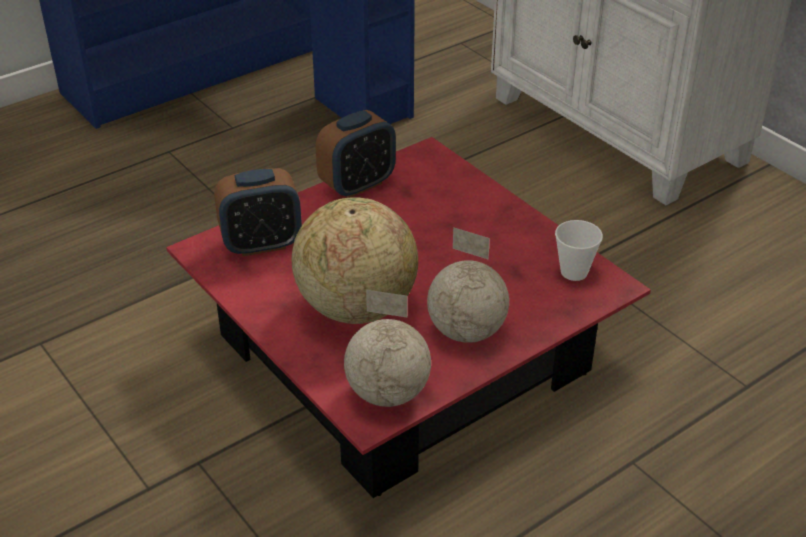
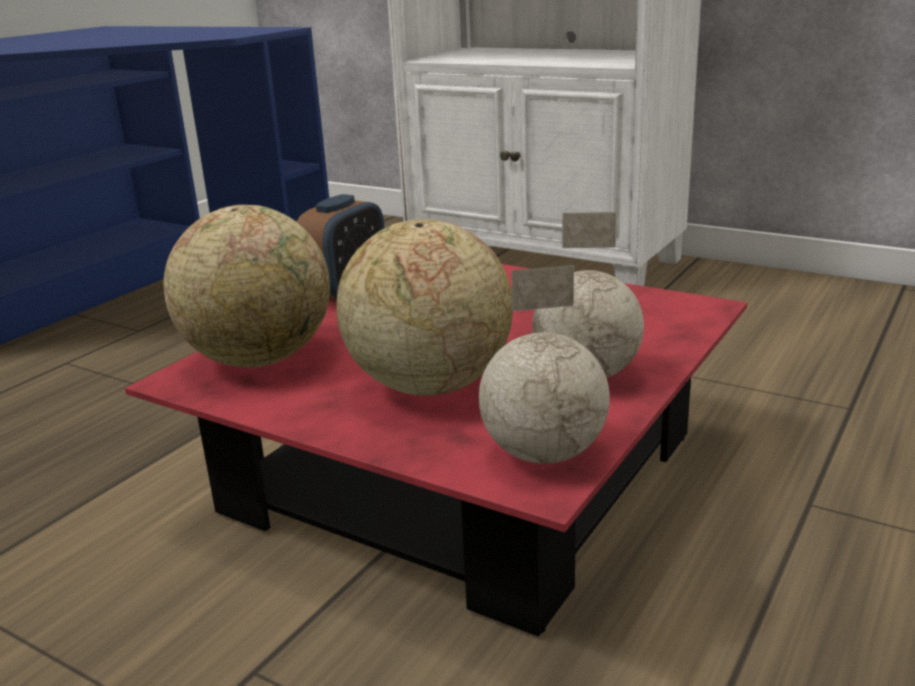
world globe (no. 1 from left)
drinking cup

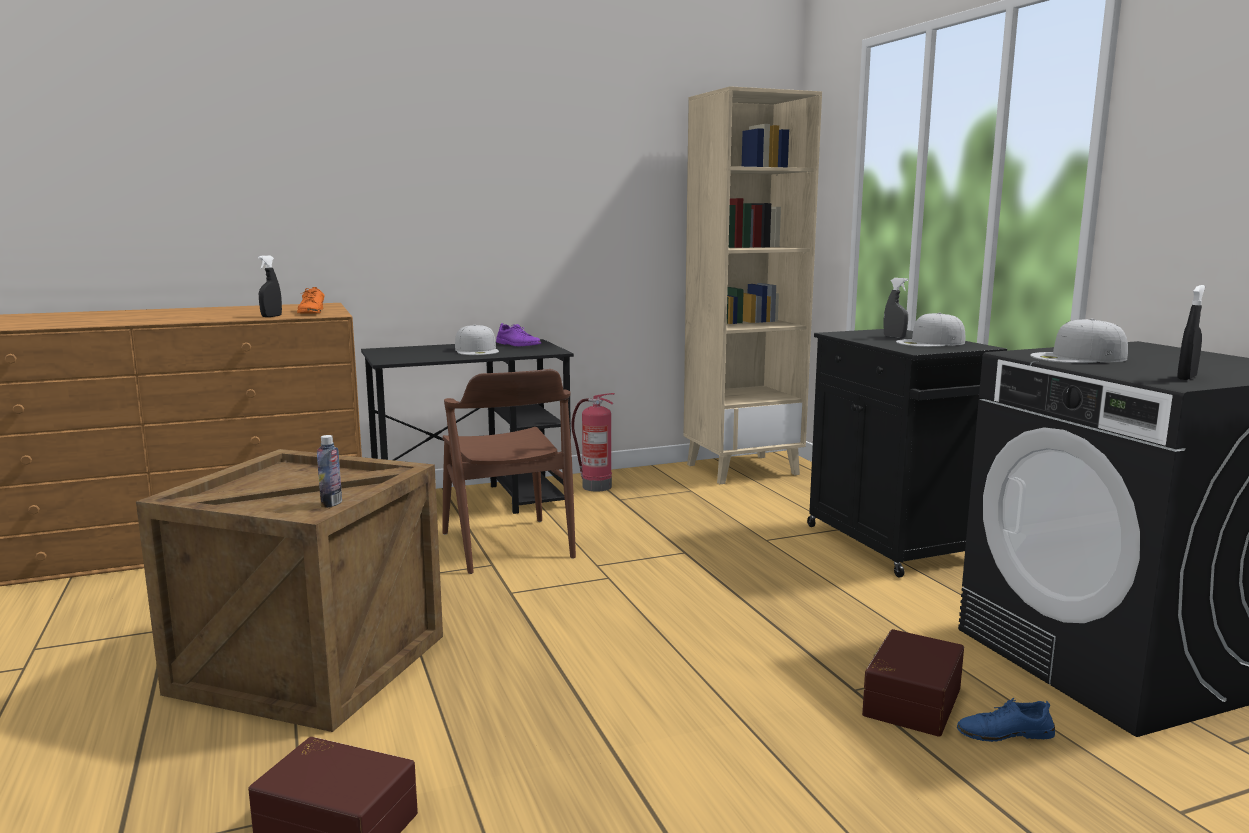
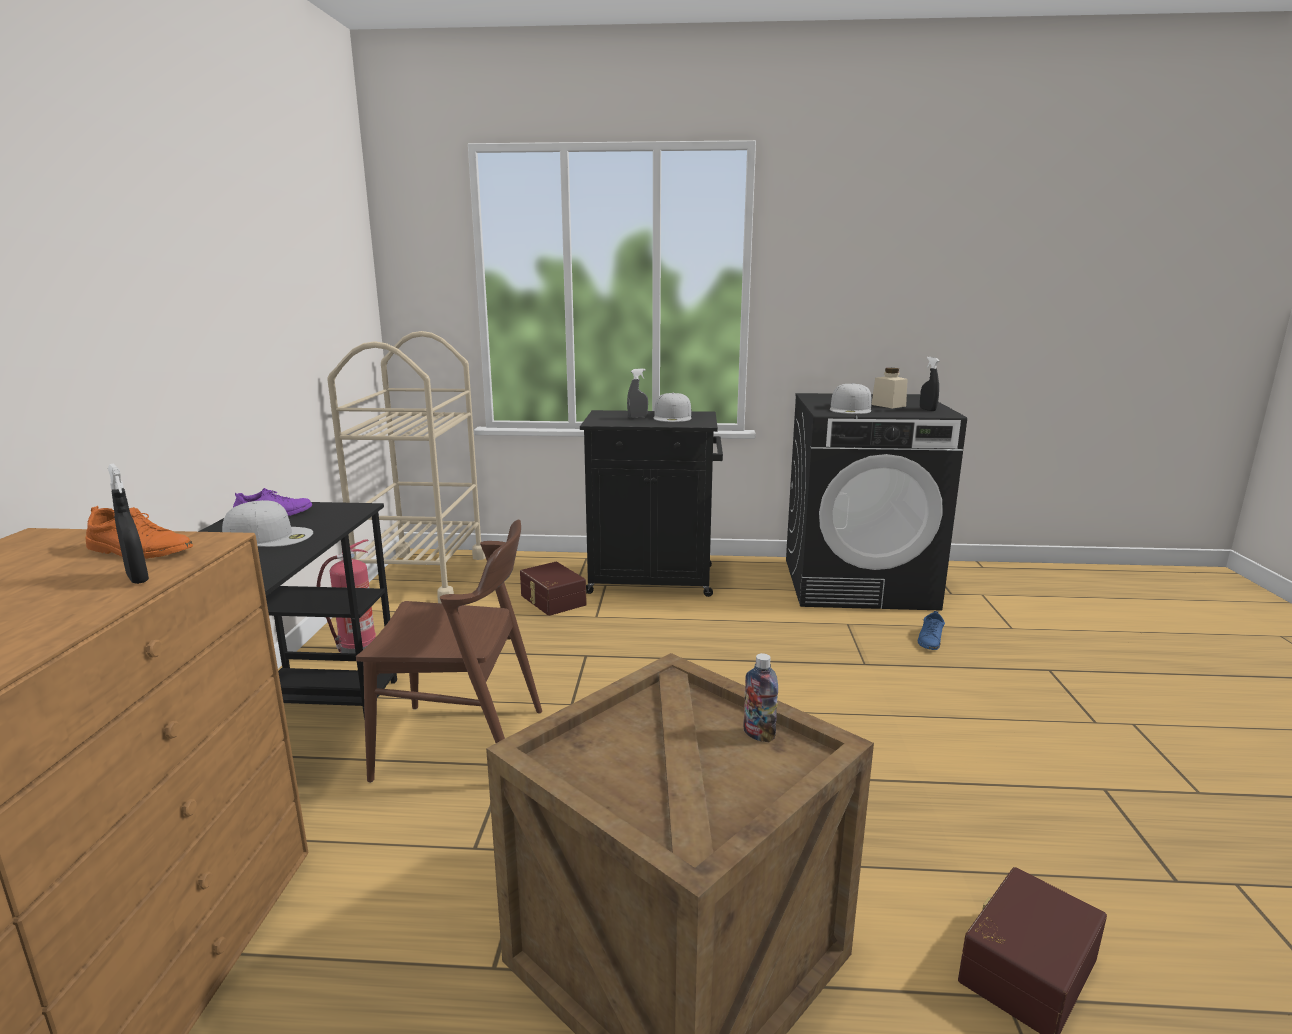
beige trolley
brown storage container (no. 1 from left)
beige jar

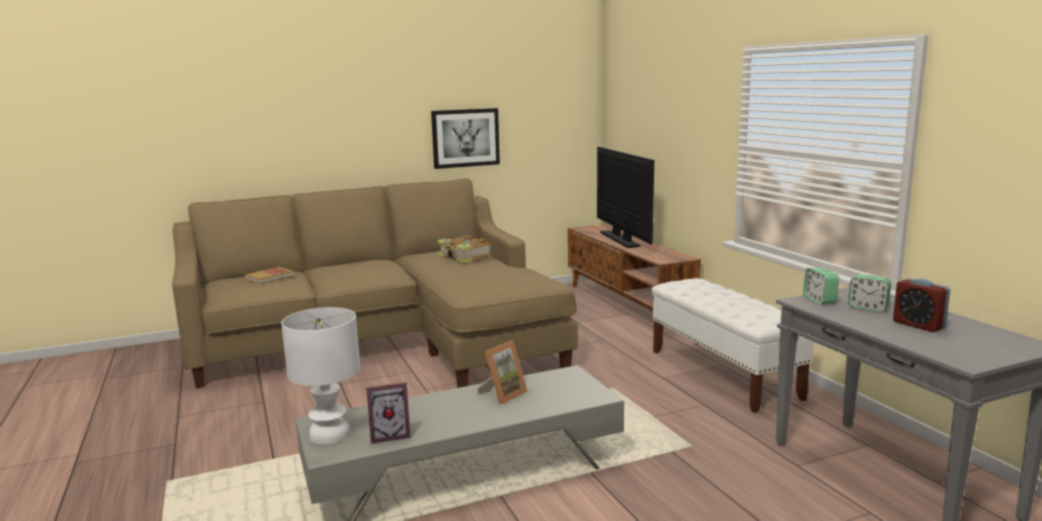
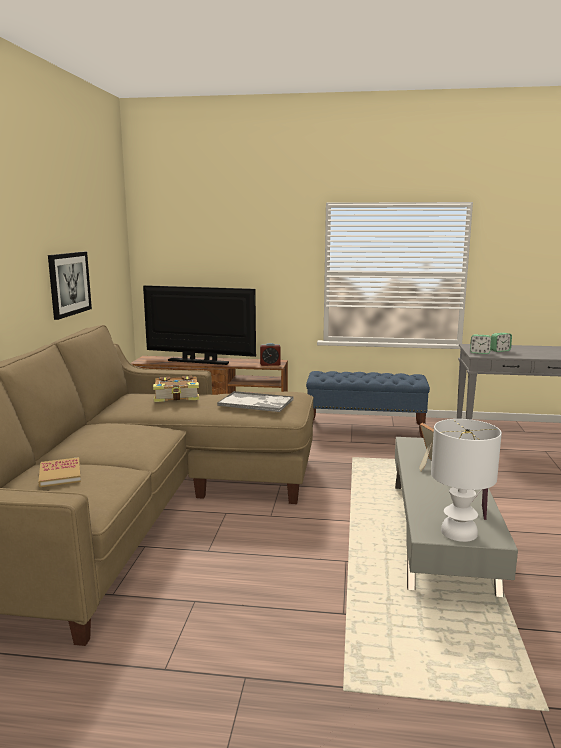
blue-coloured indoor bench
table clock (no. 1 from left)
serving tray

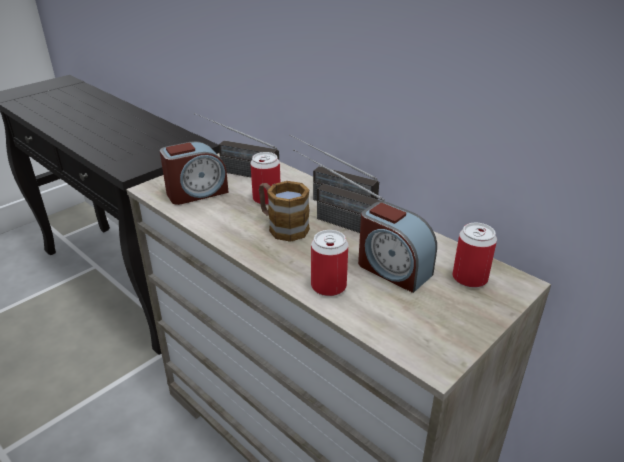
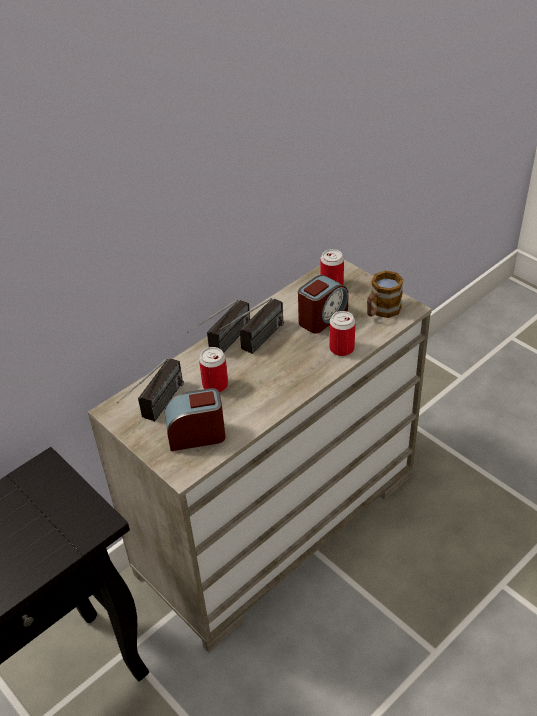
table clock (no. 1 from left)
mug

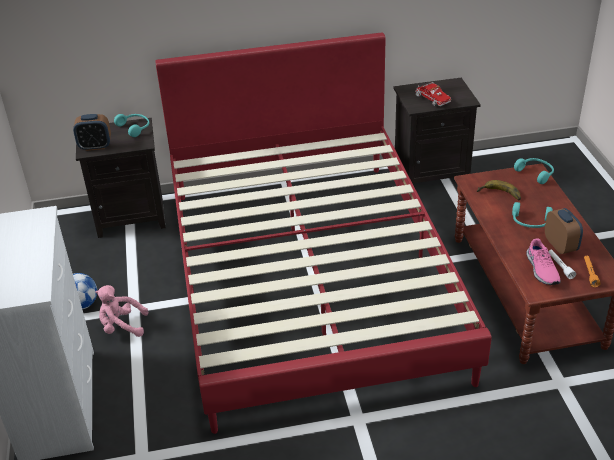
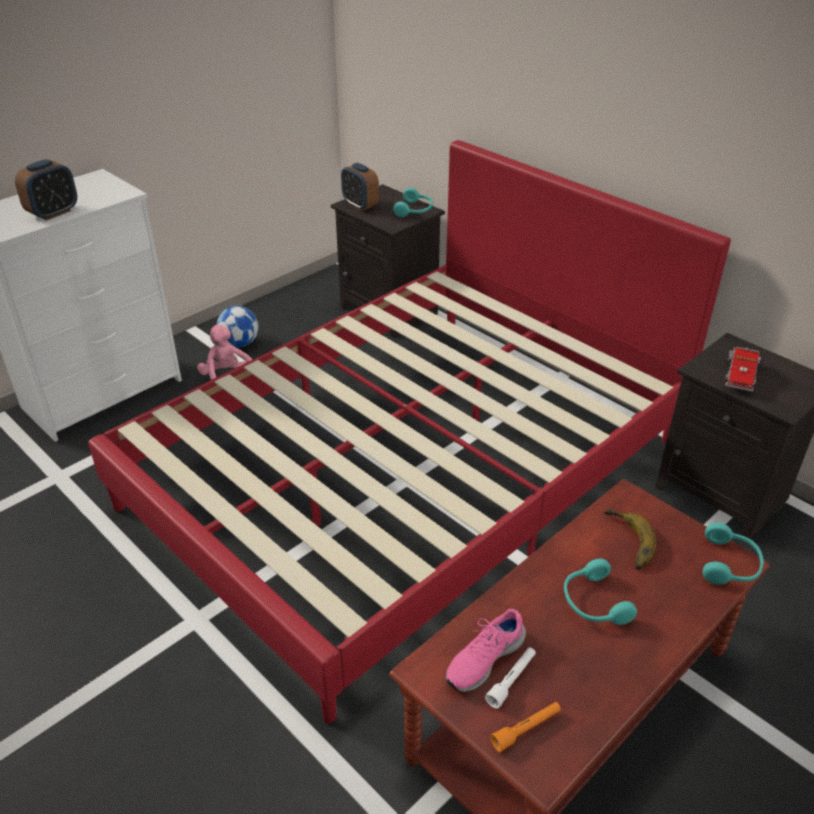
table clock (no. 1 from left)

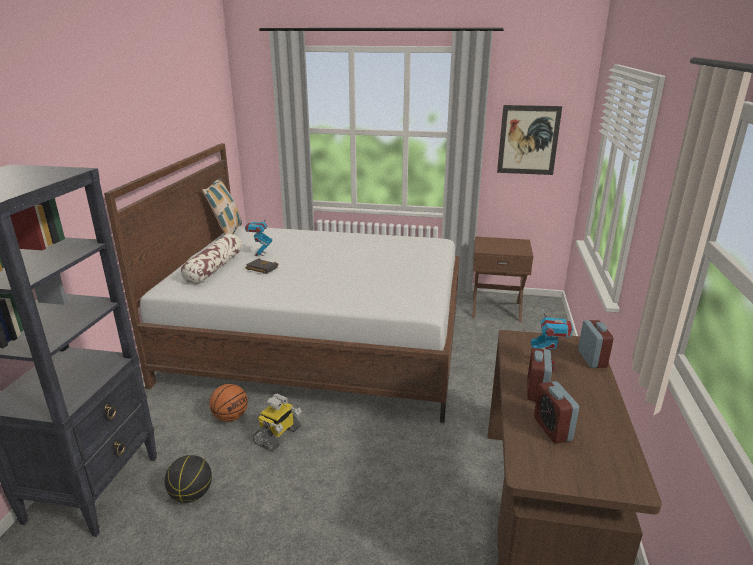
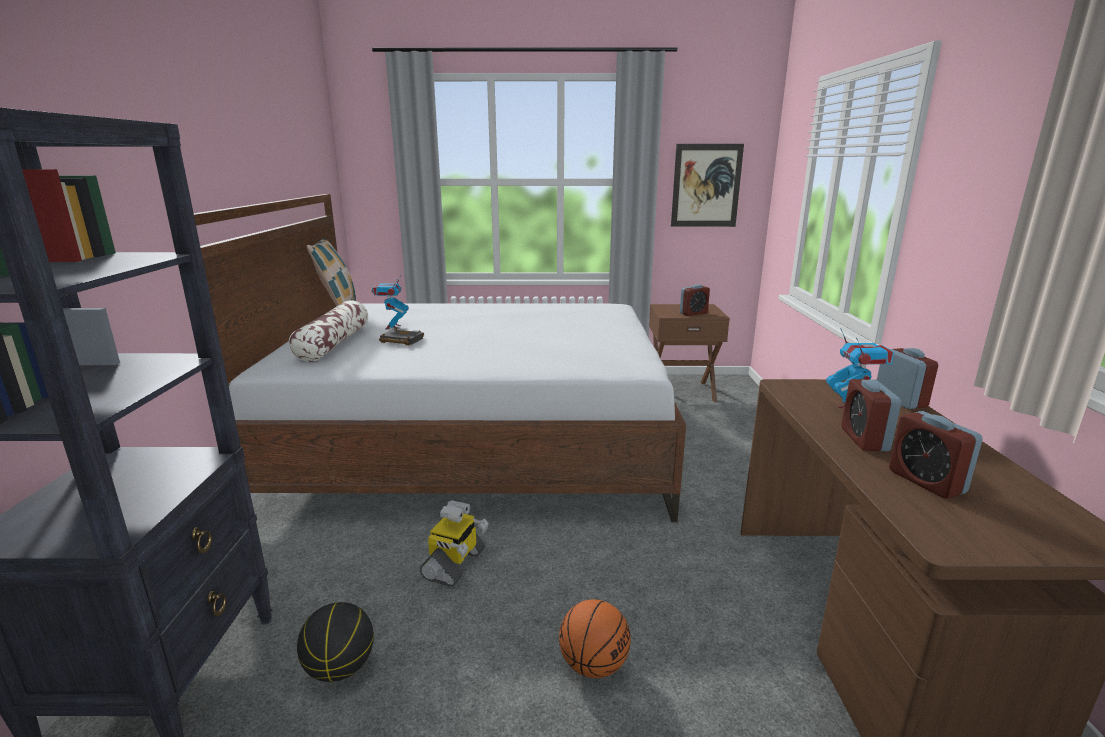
ball for basketball (no. 2 from left)
table clock (no. 1 from left)

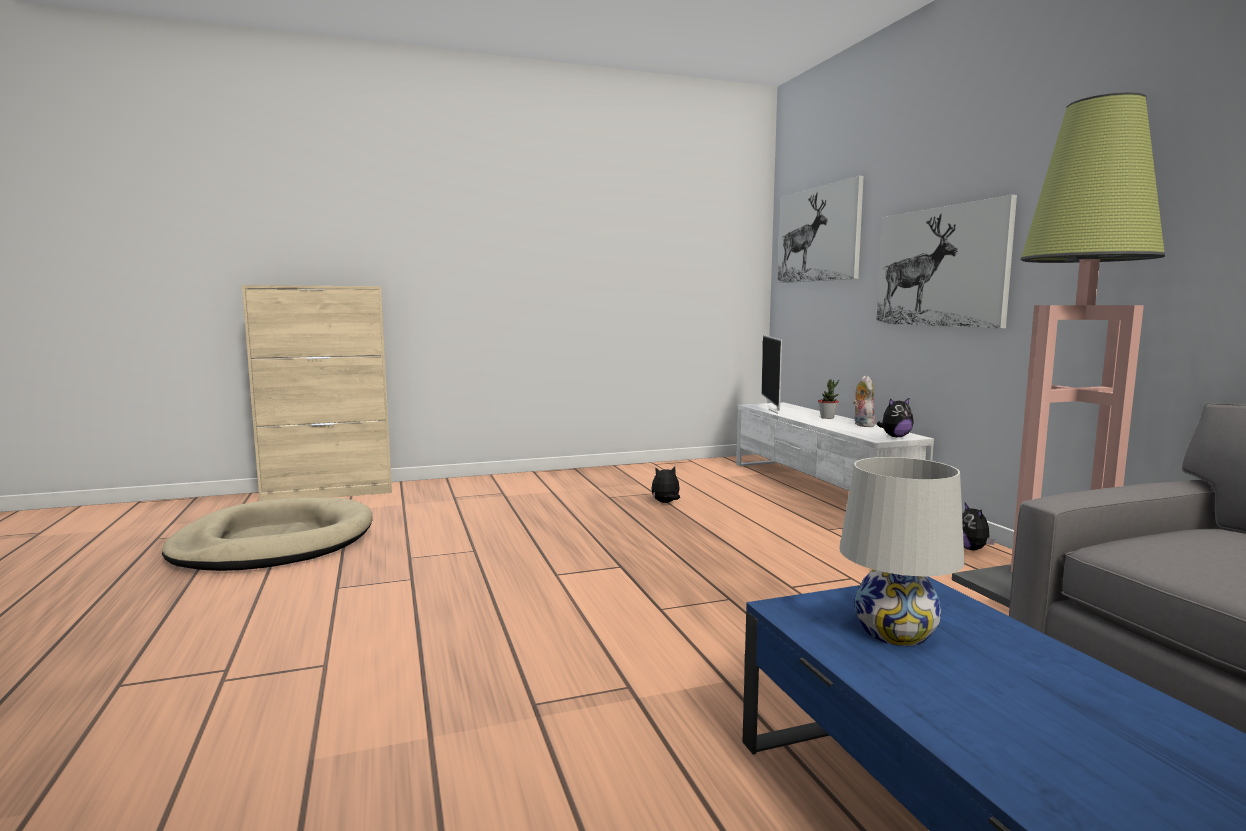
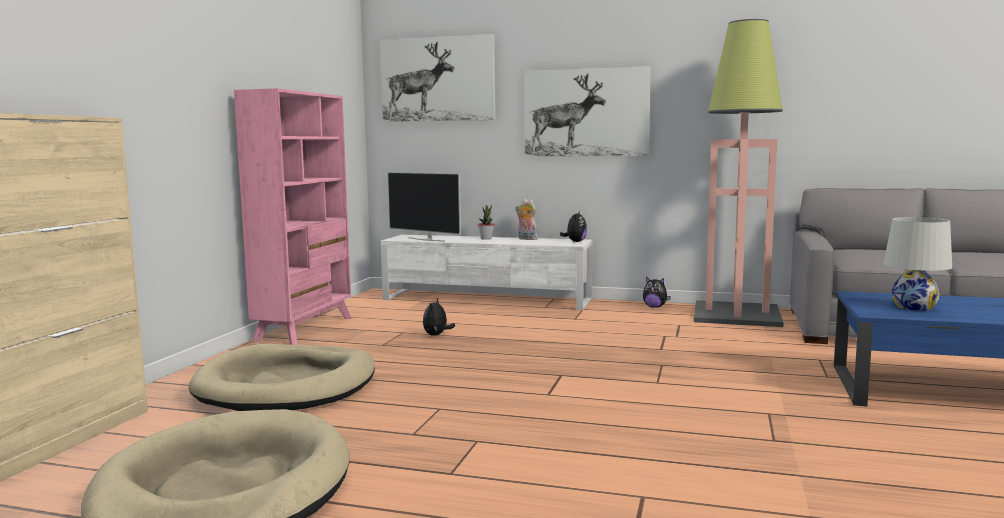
beige pet bed (no. 2 from left)
pink-coloured shelving unit

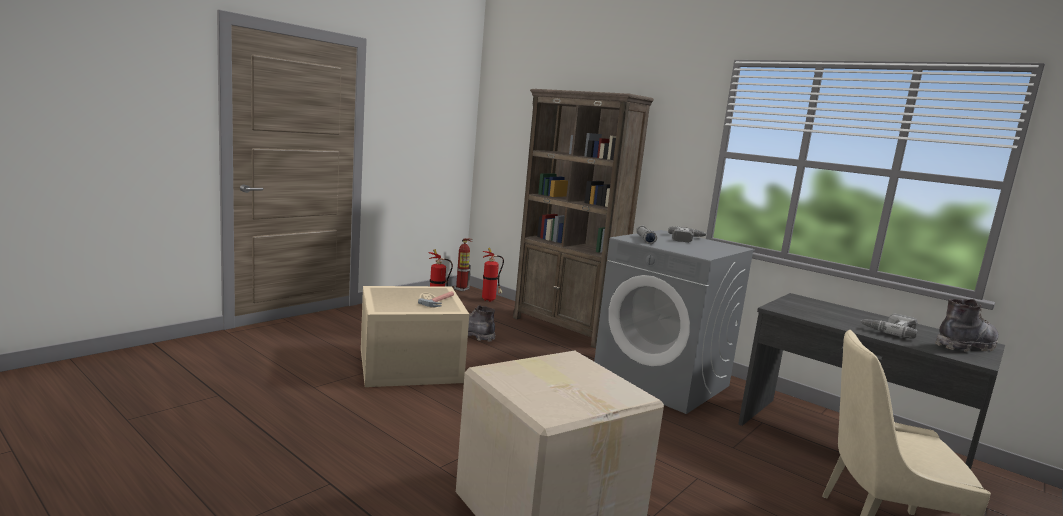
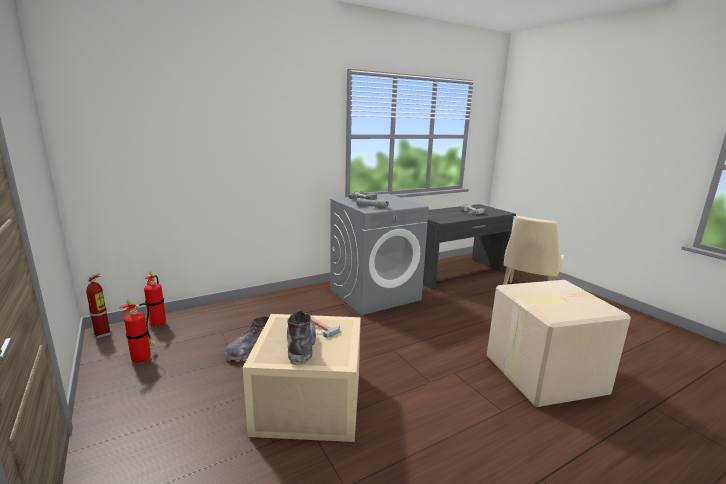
brown shelving unit
greyish high-top boot (no. 2 from left)

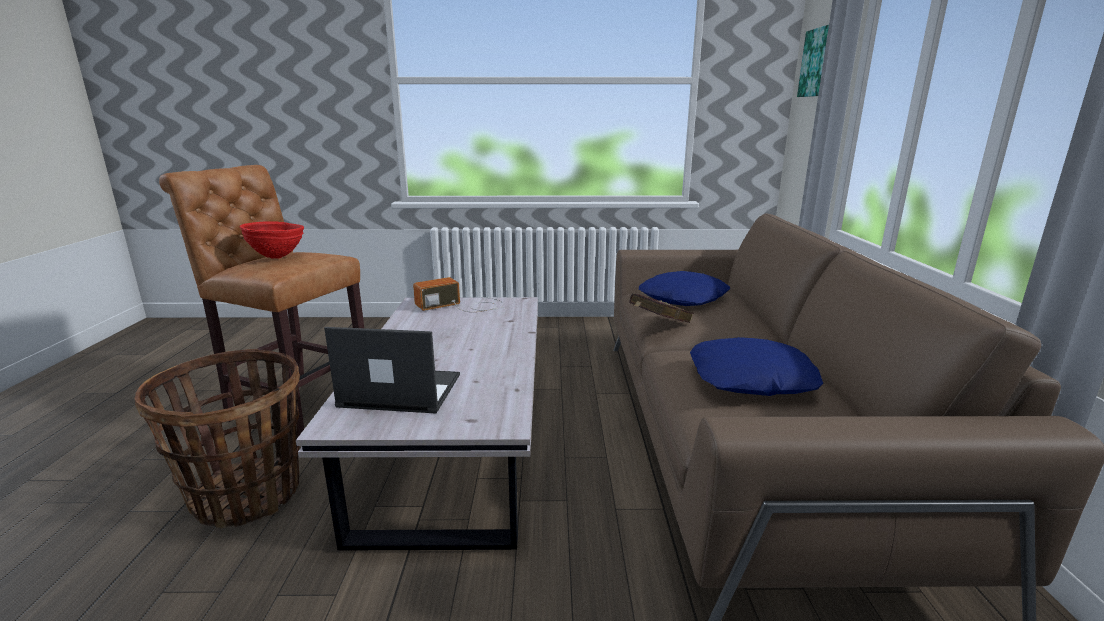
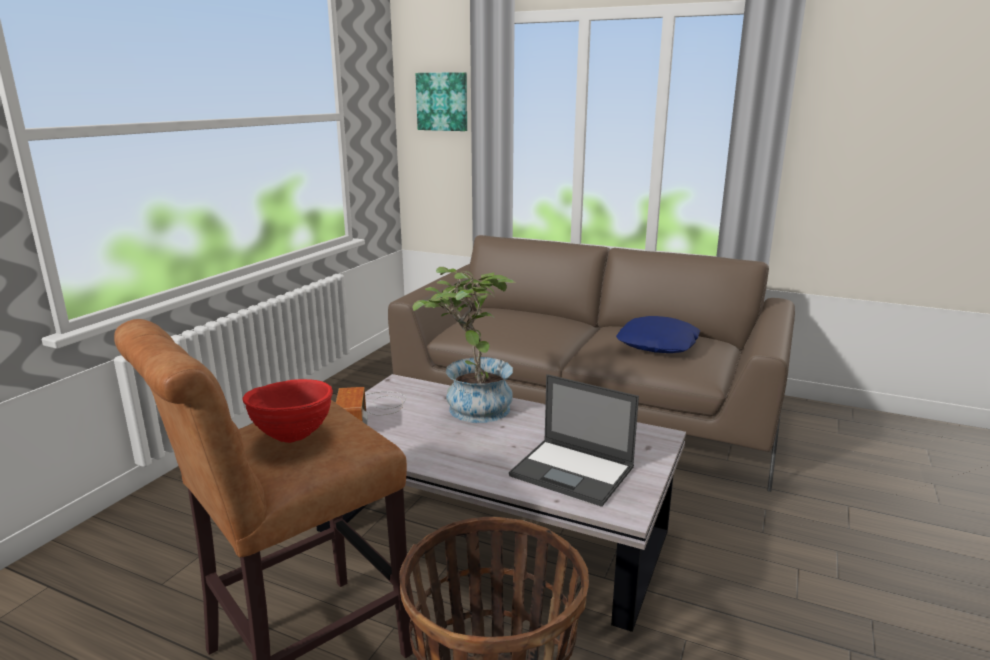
portable computer
red book
blue-coloured throw pillow (no. 1 from left in the first image)
plant in a pot

